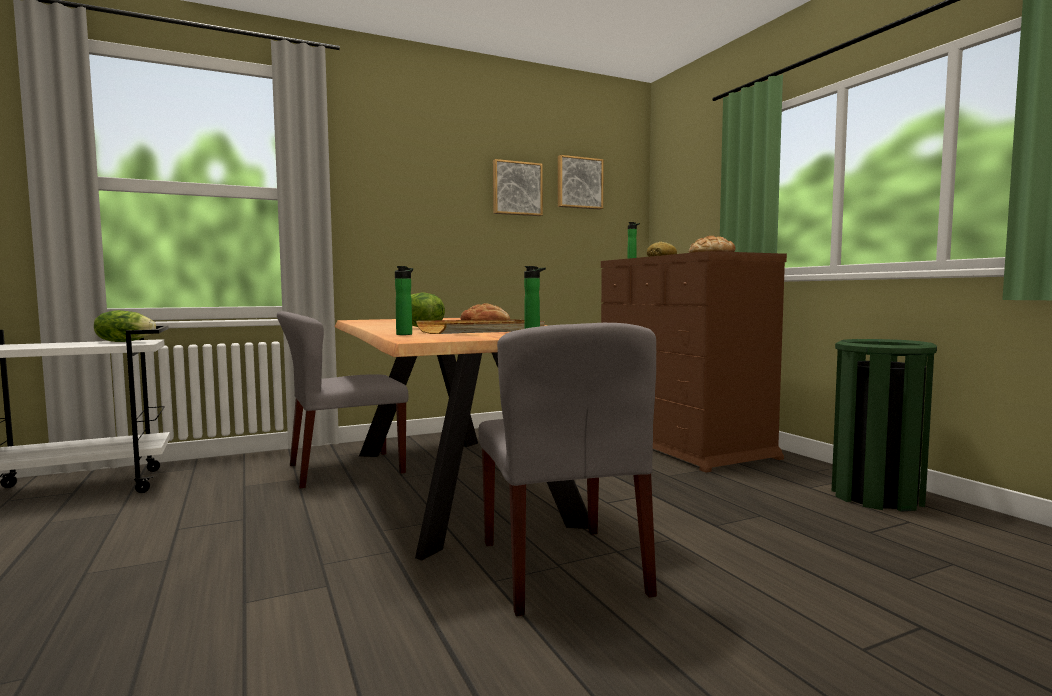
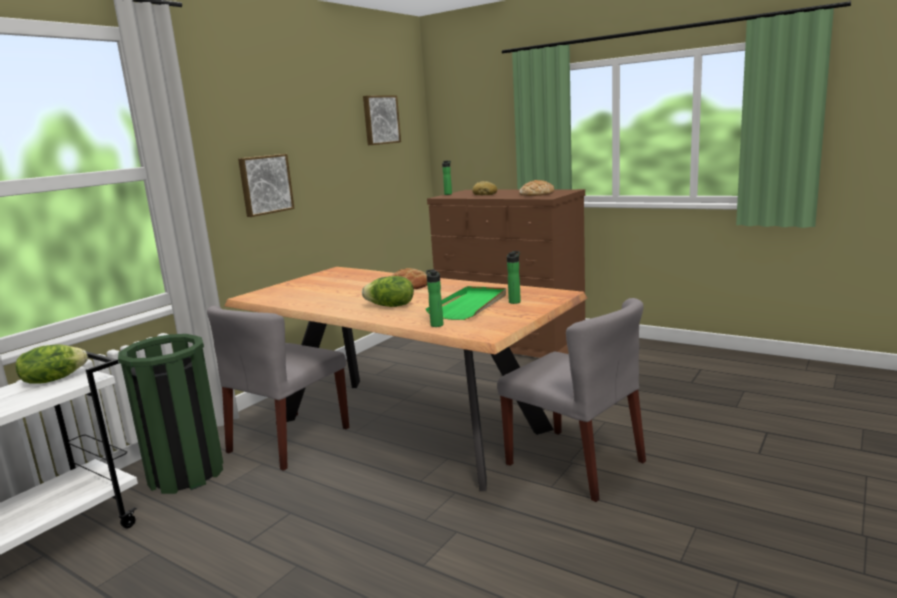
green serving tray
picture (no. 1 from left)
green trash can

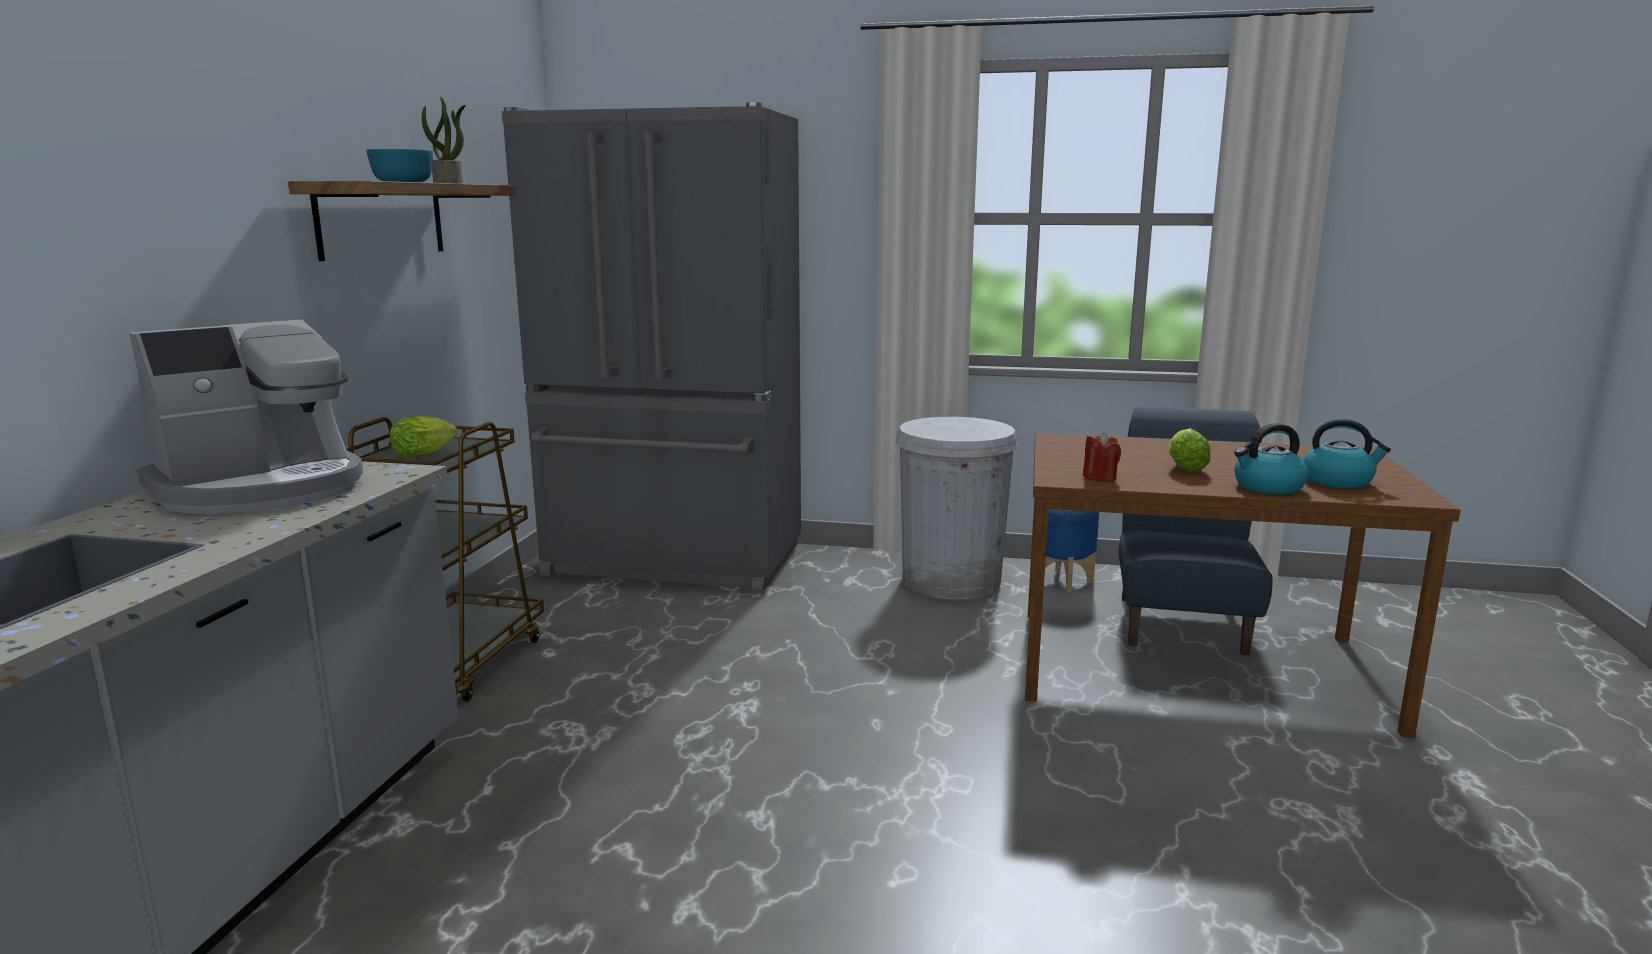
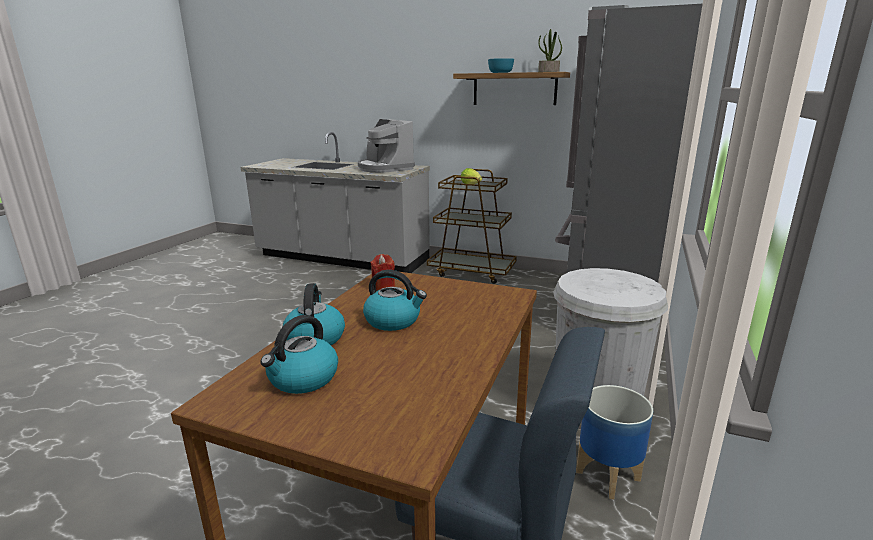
water kettle (no. 3 from left)

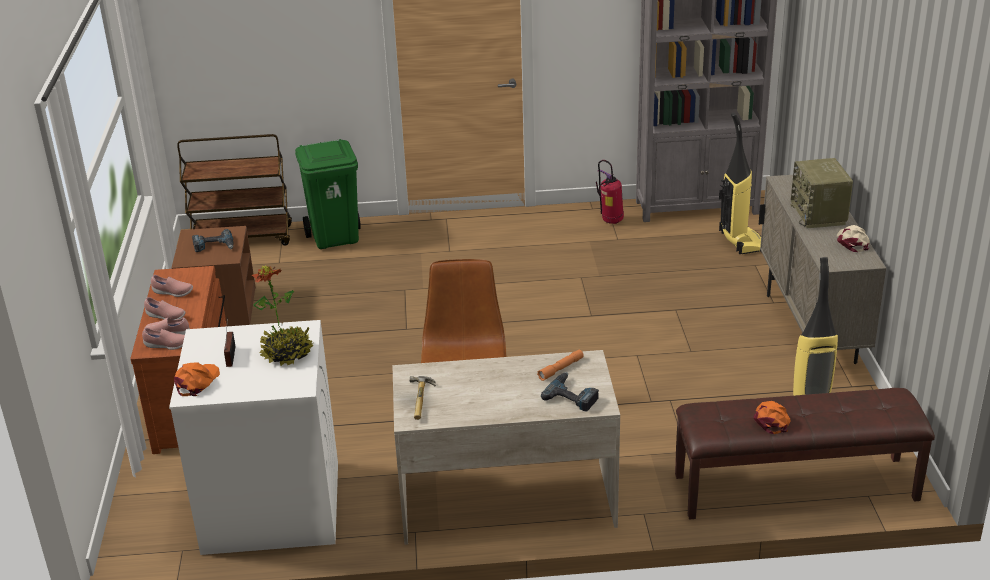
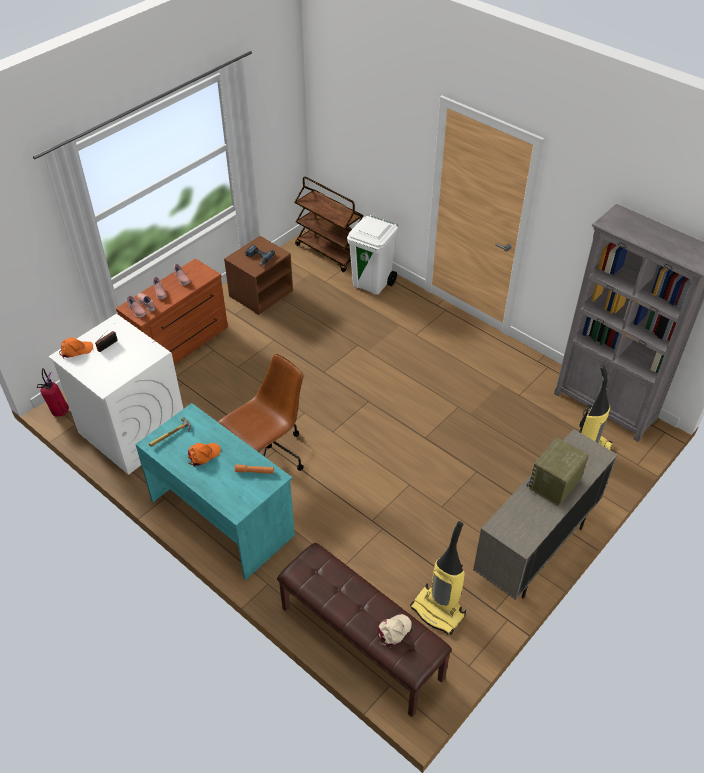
plant in a pot
whitish trash can
turquoise-coloured desk
drill (no. 2 from left in the first image)
extinguisher
orangey peaked cap (no. 2 from left)
beige peaked cap

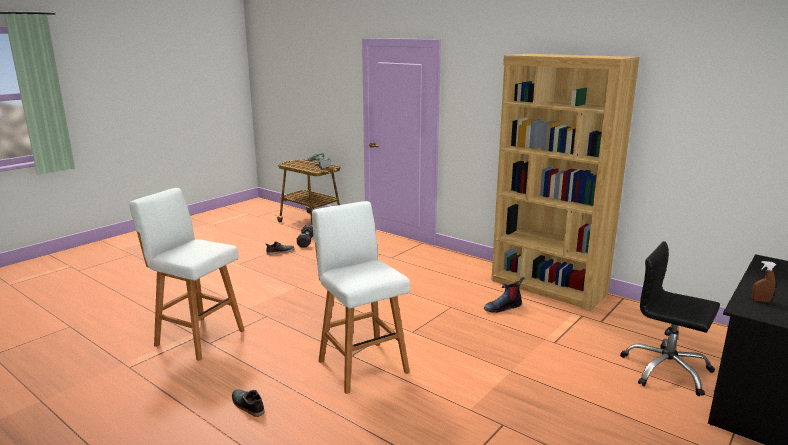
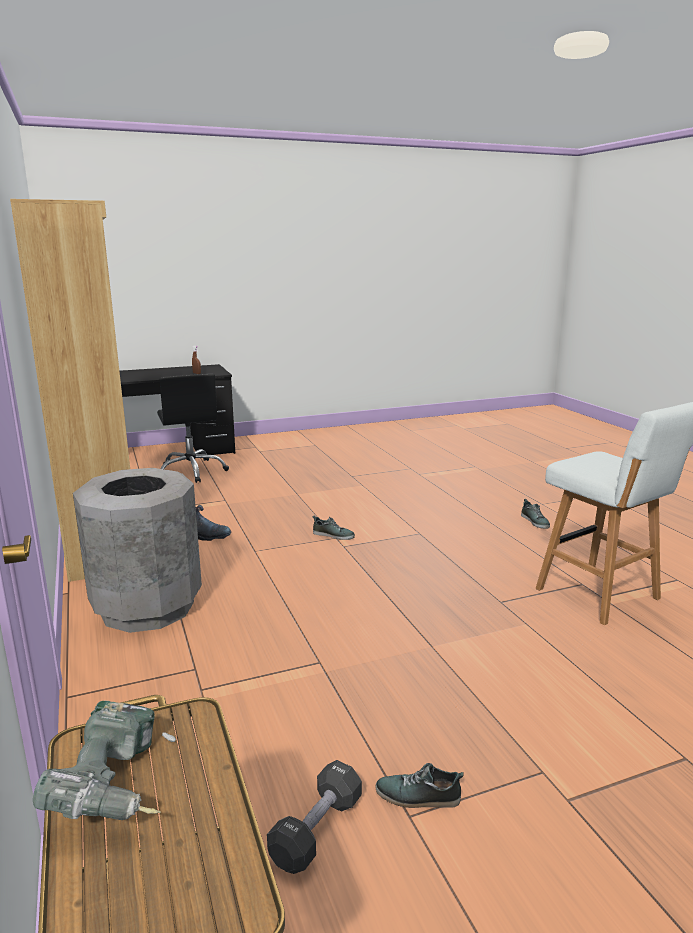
whitish stool (no. 2 from left in the first image)
greyish trash can
item of footwear (no. 1 from left)

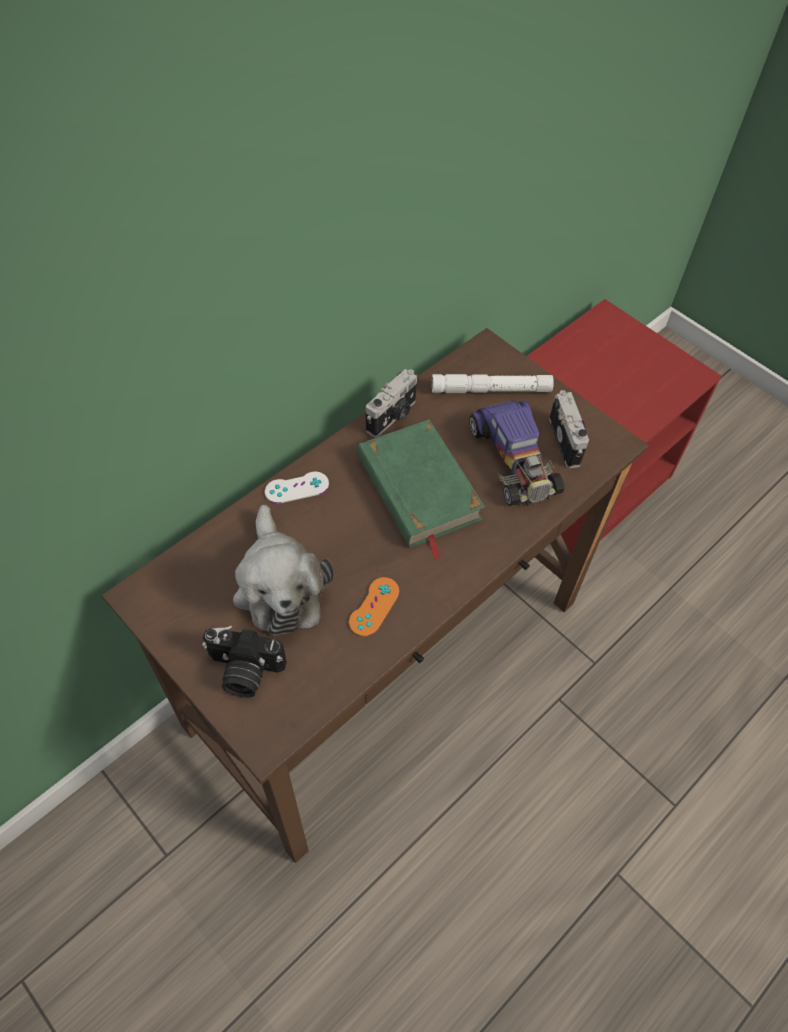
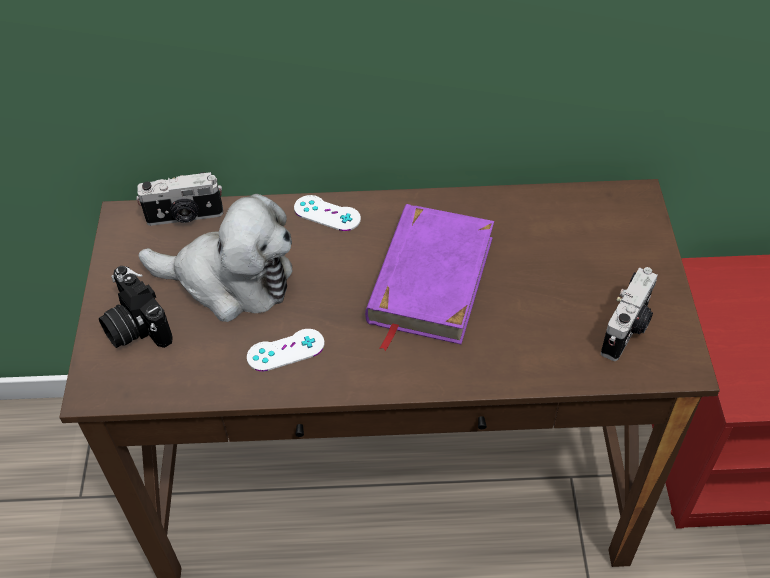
cuddly toy
whitish game controller (no. 1 from left)
purple book
photo camera (no. 2 from left)
whitish flashlight
miniature car

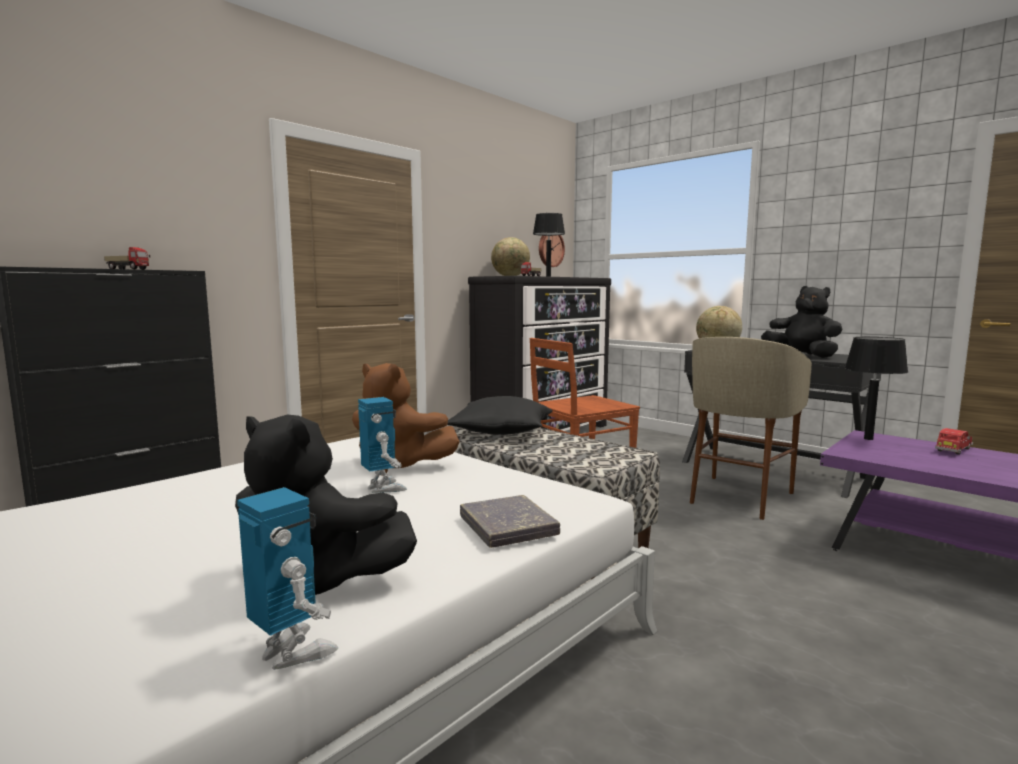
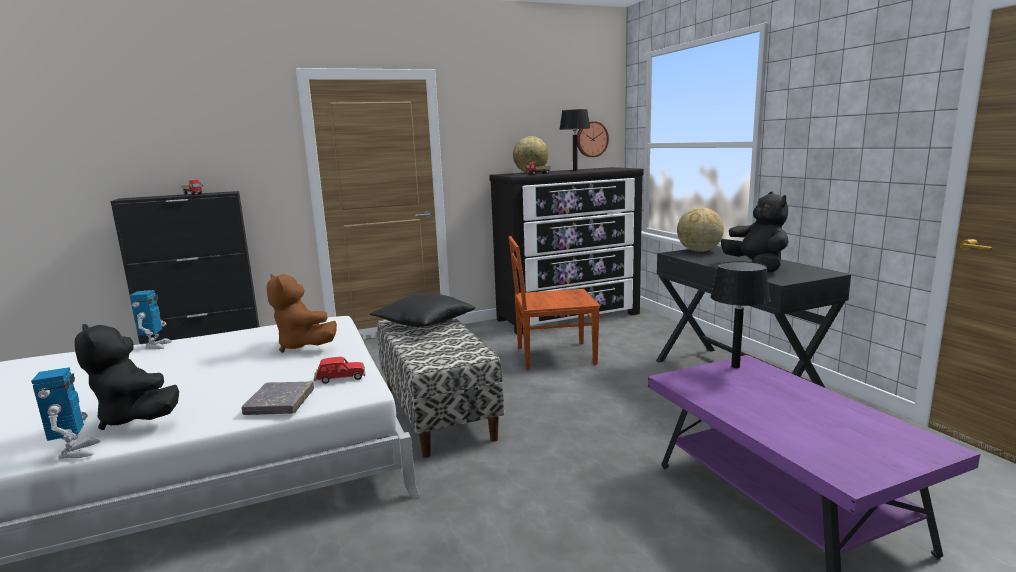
model robot (no. 2 from left)
beige stool
red miniature car

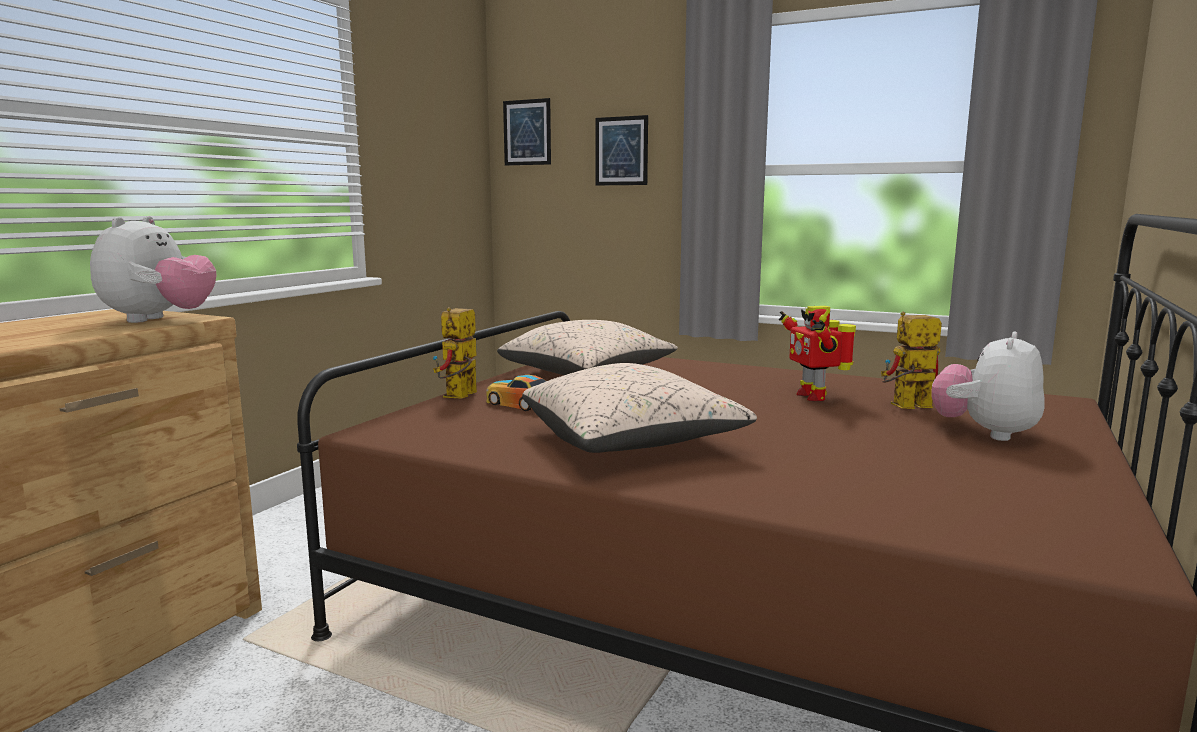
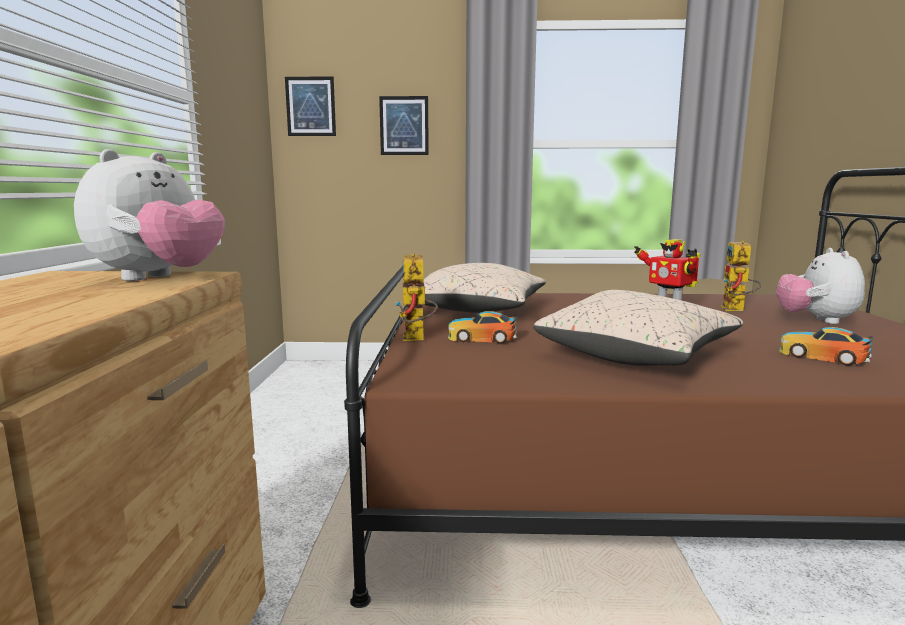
cuddly toy (no. 1 from left)
model robot (no. 3 from left)
miniature car (no. 2 from left)

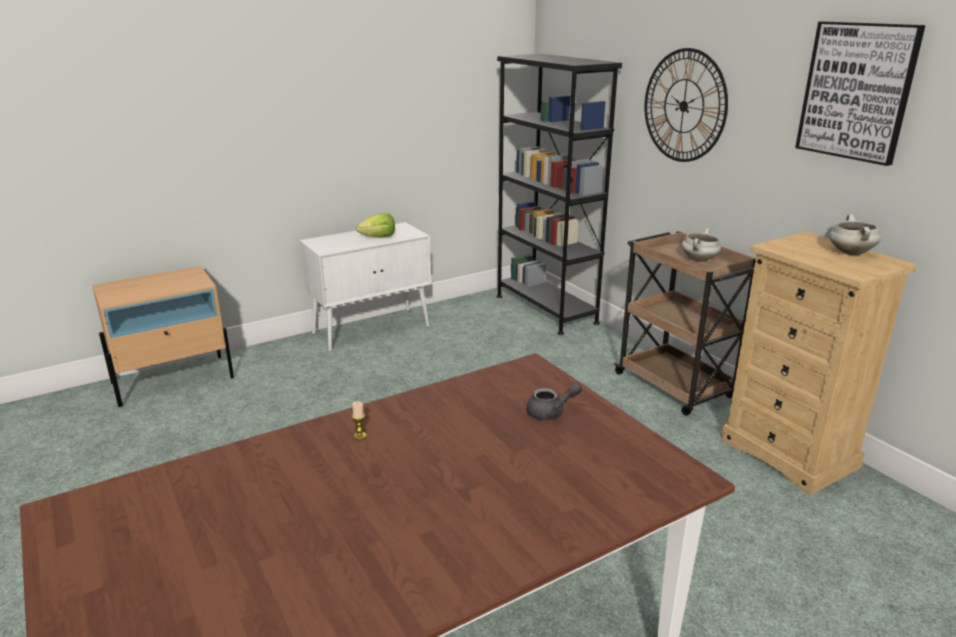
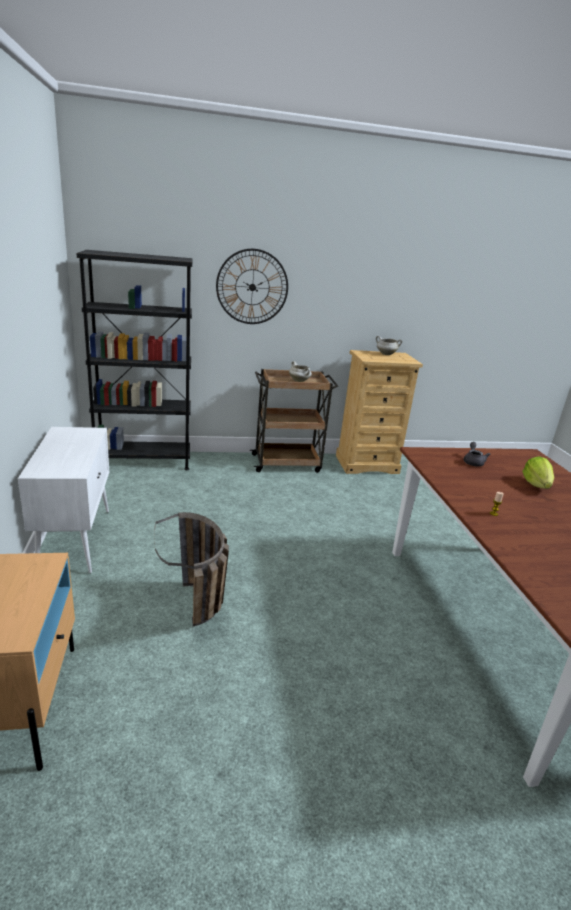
lettuce
picture
basket

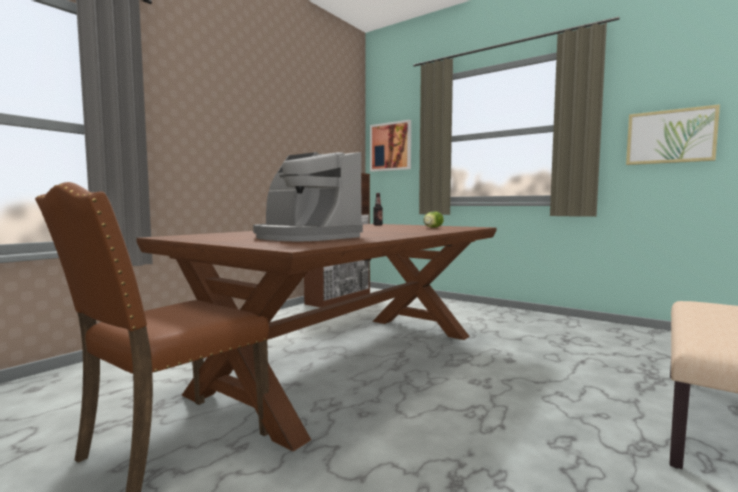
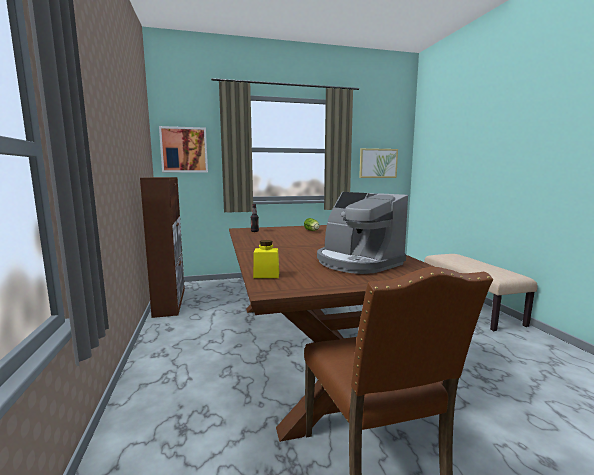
coffee brewer
yellow jar

